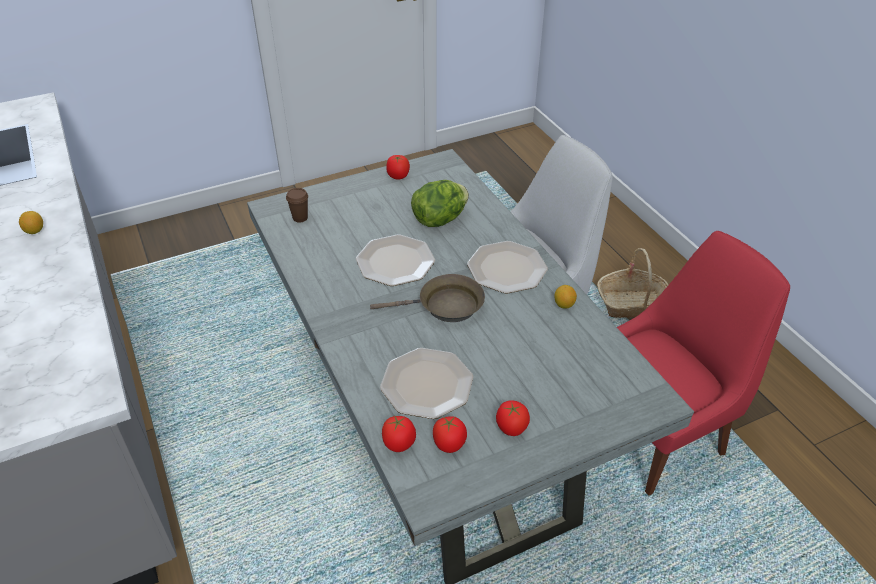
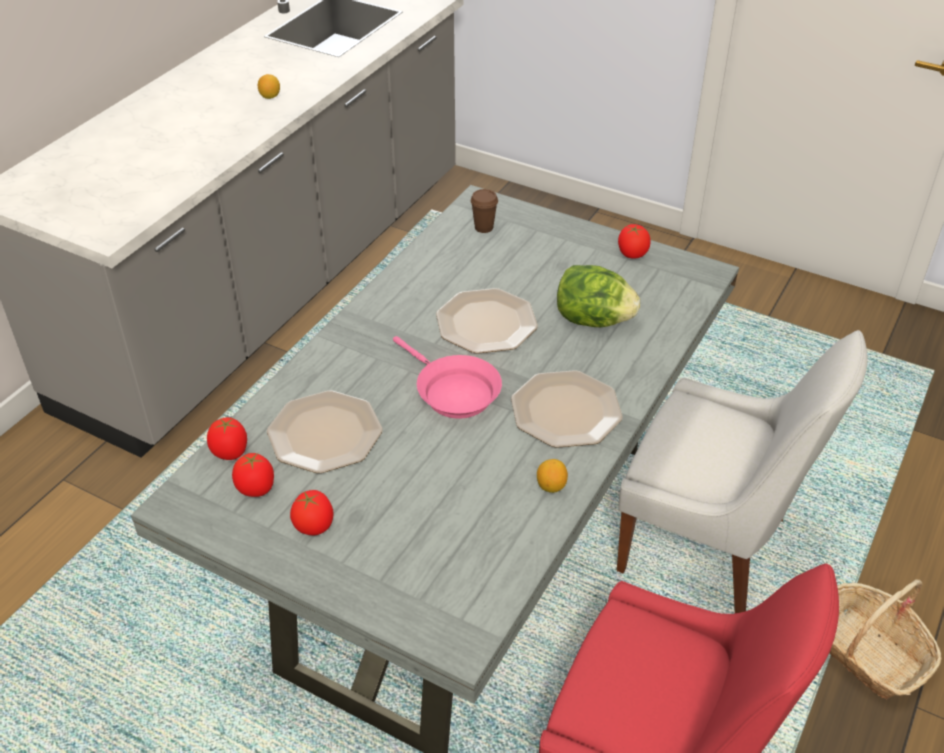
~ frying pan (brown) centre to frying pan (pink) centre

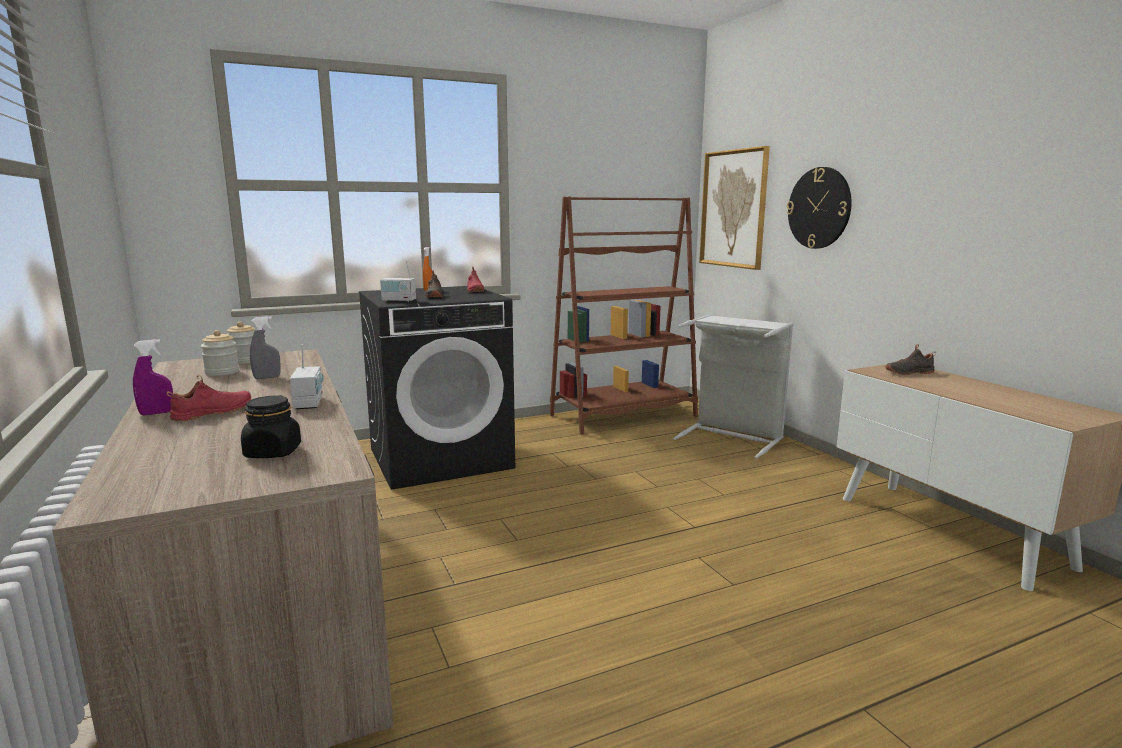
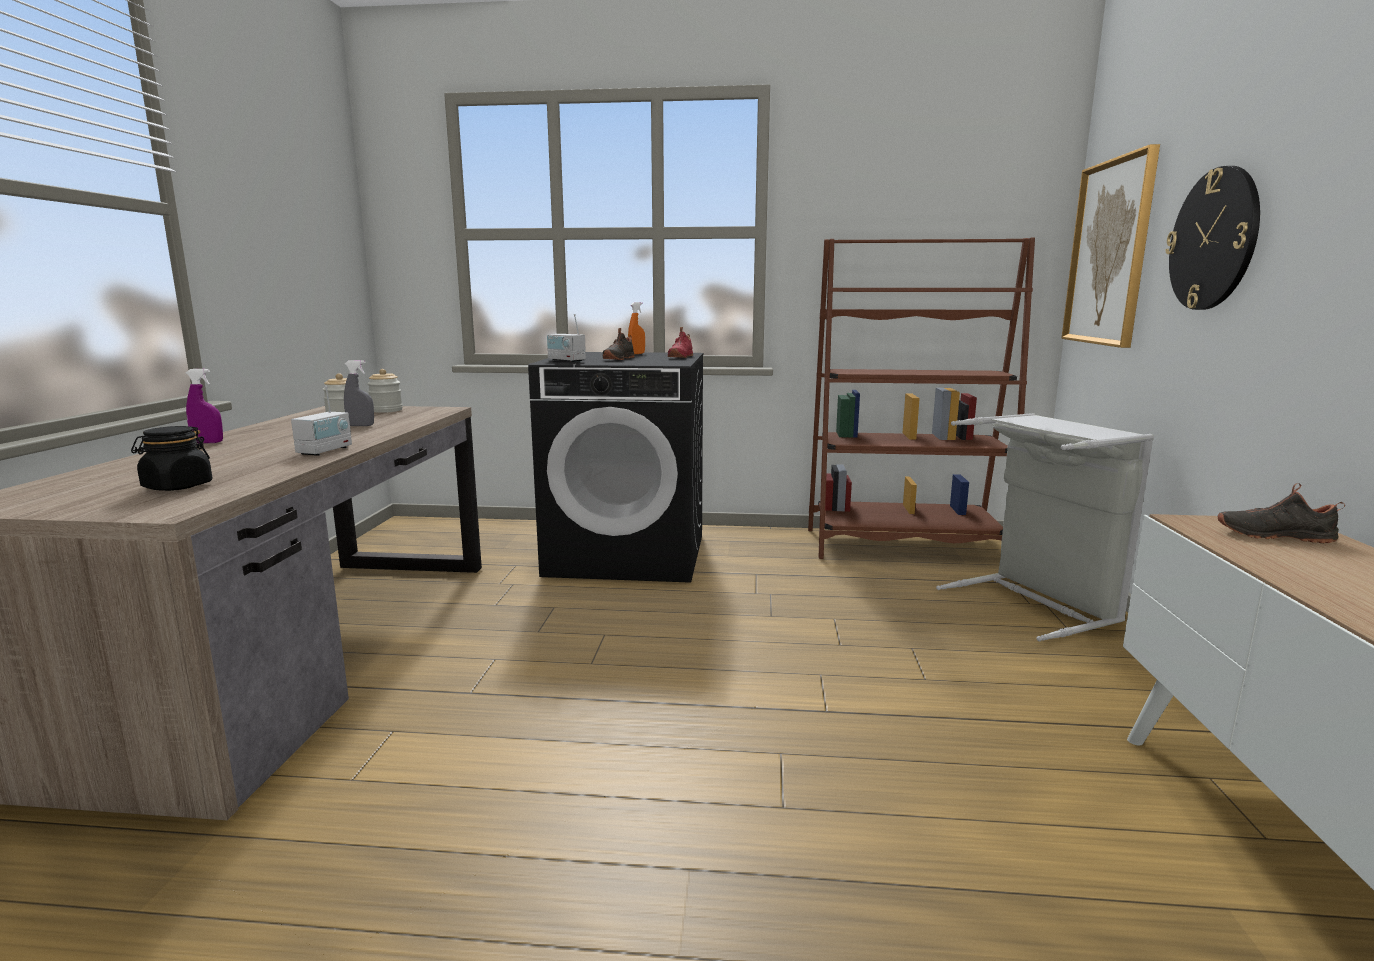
- shoe (red) (no. 1 from left) middle left

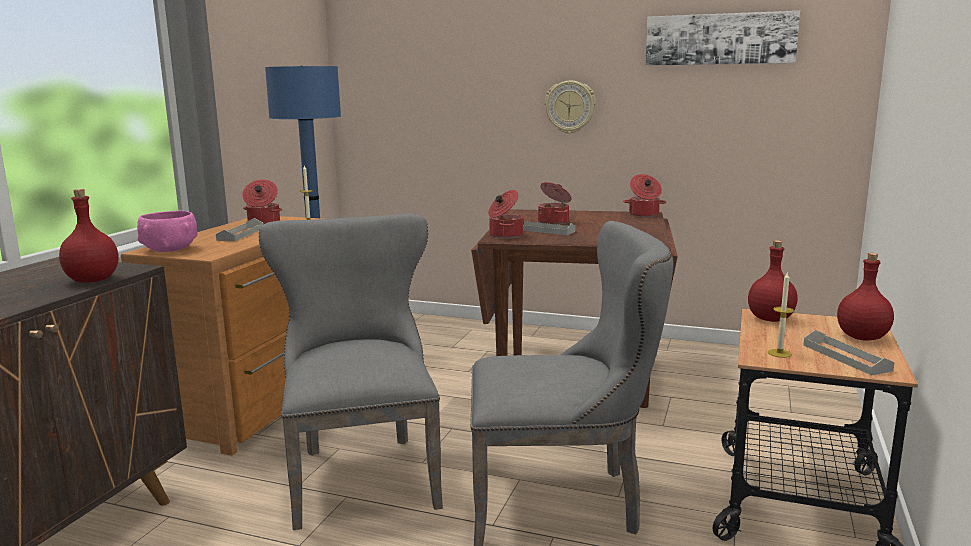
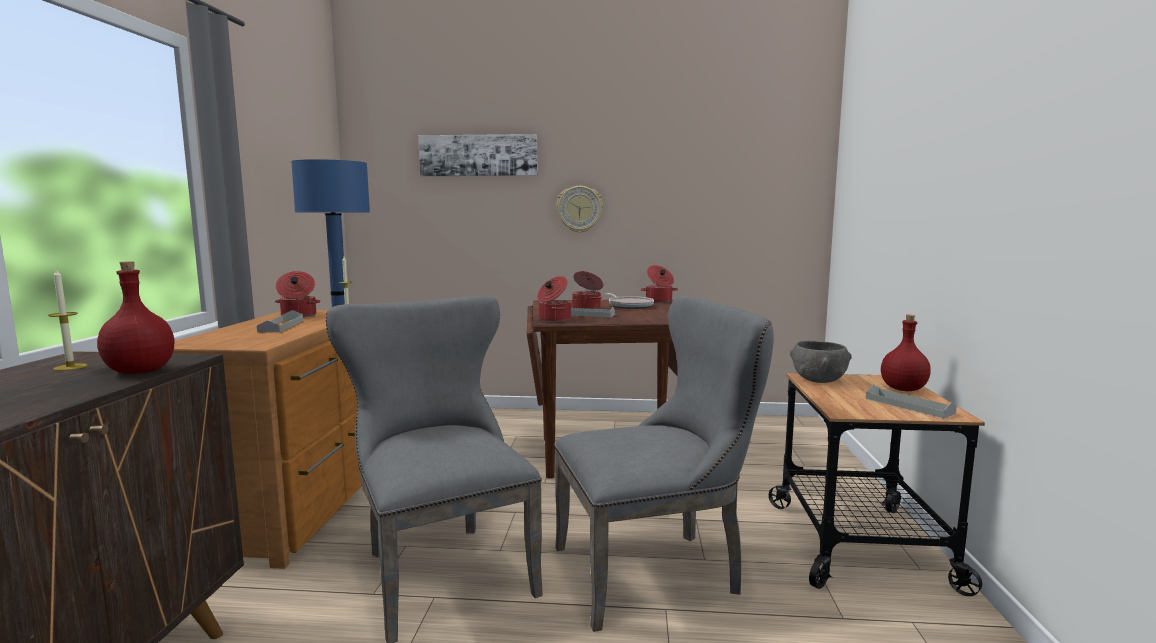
~ candle (no. 2 from left in the first image) middle right to candle (no. 1 from left) middle left
~ picture top right to top centre
+ frying pan centre
~ bottle (red) (no. 2 from left) middle right to bowl (grey) middle right
- bowl (pink) middle left

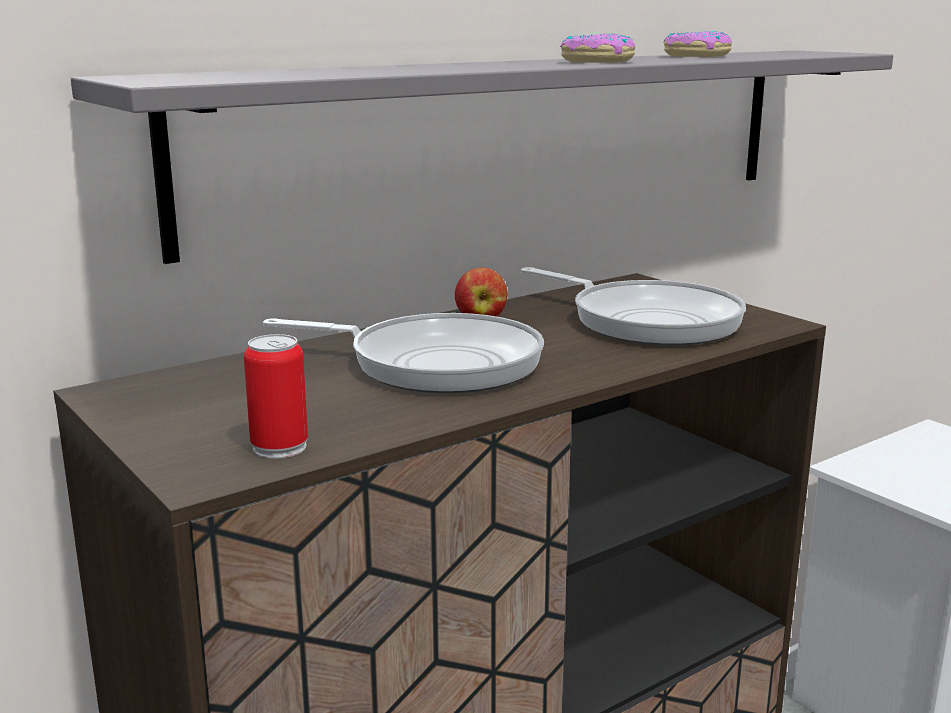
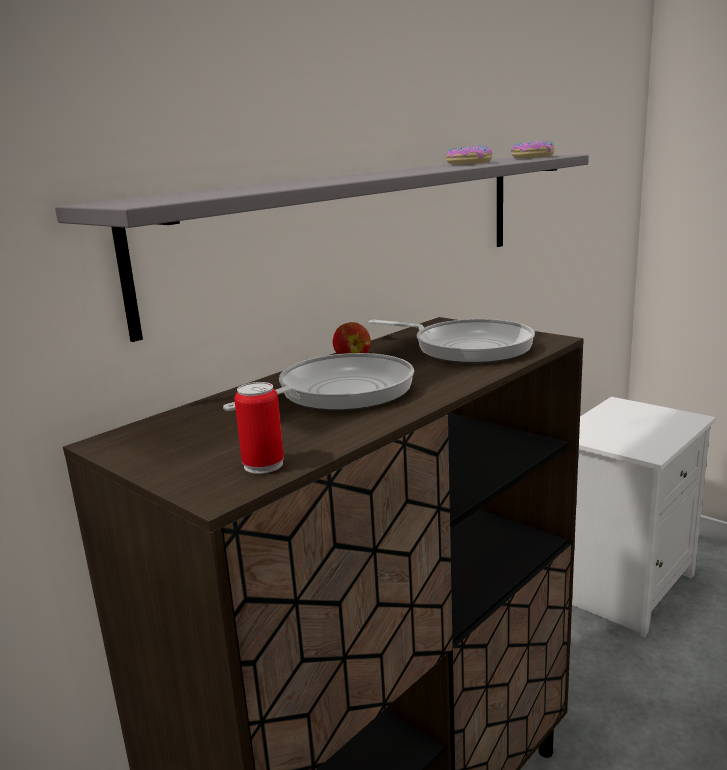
~ frying pan (no. 1 from left) centre = centre 45 degrees counterclockwise
~ donut (no. 1 from left in the first image) top centre to donut (no. 2 from left) top right

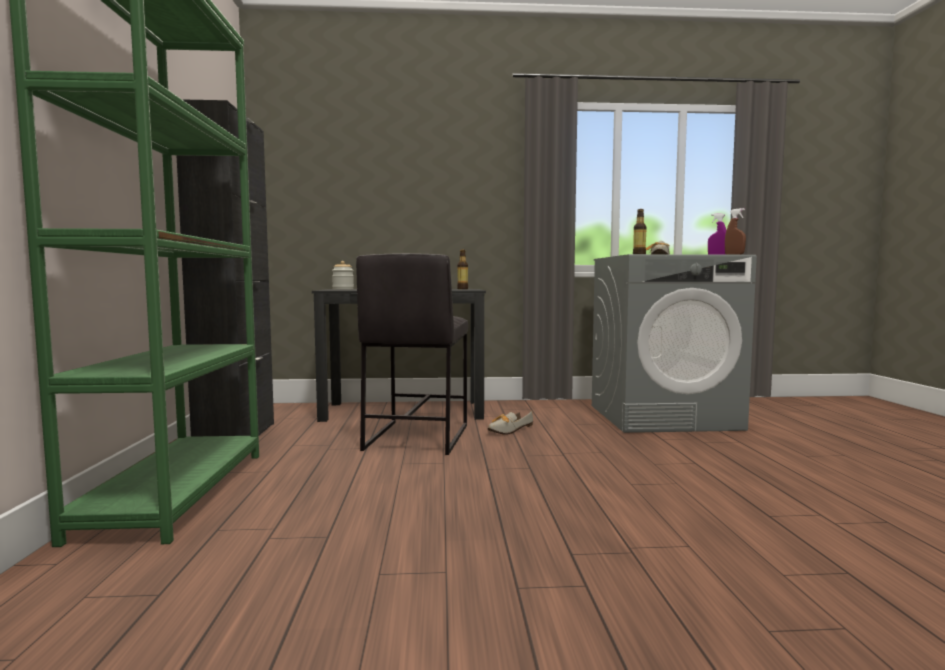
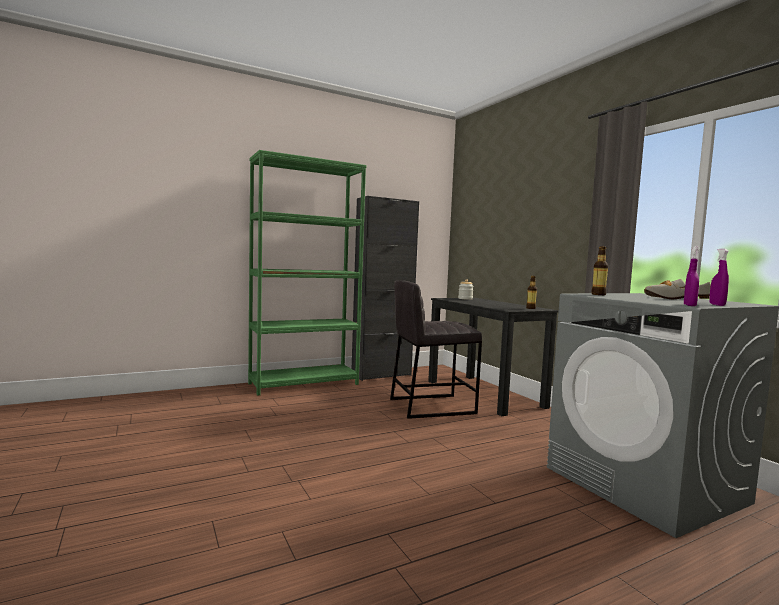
~ spray bottle (brown) middle right to spray bottle (purple) (no. 1 from left) middle right
- shoe (no. 1 from left) centre

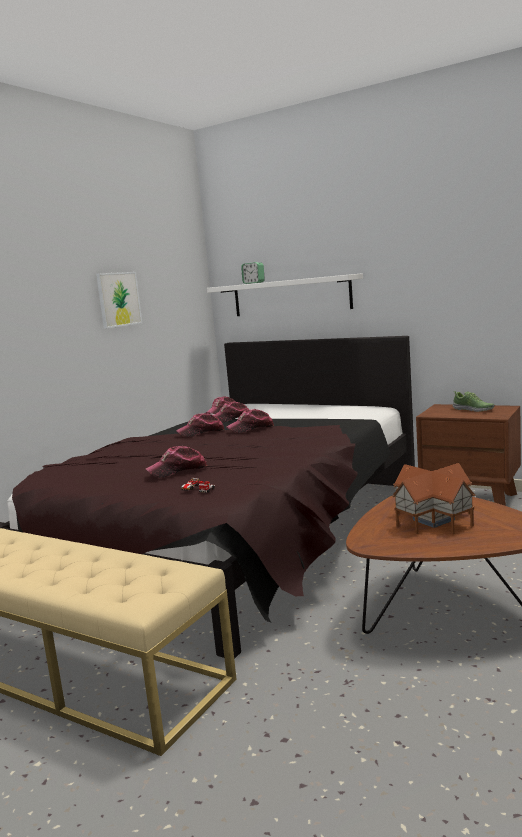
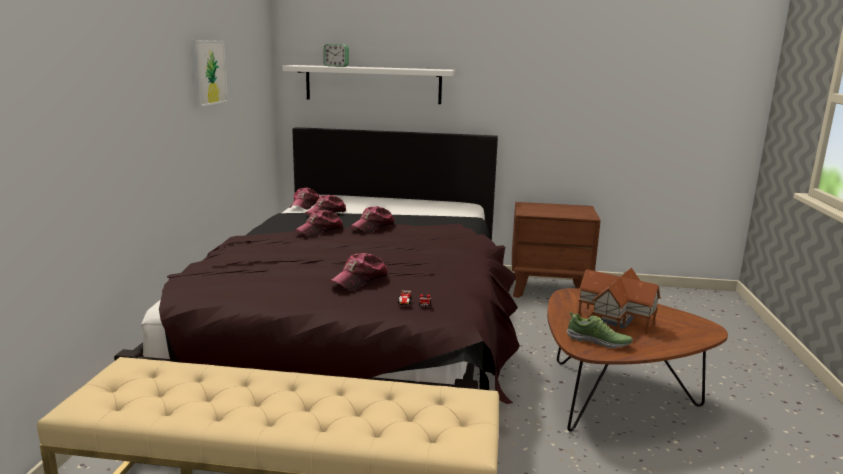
~ shoe middle right to bottom right

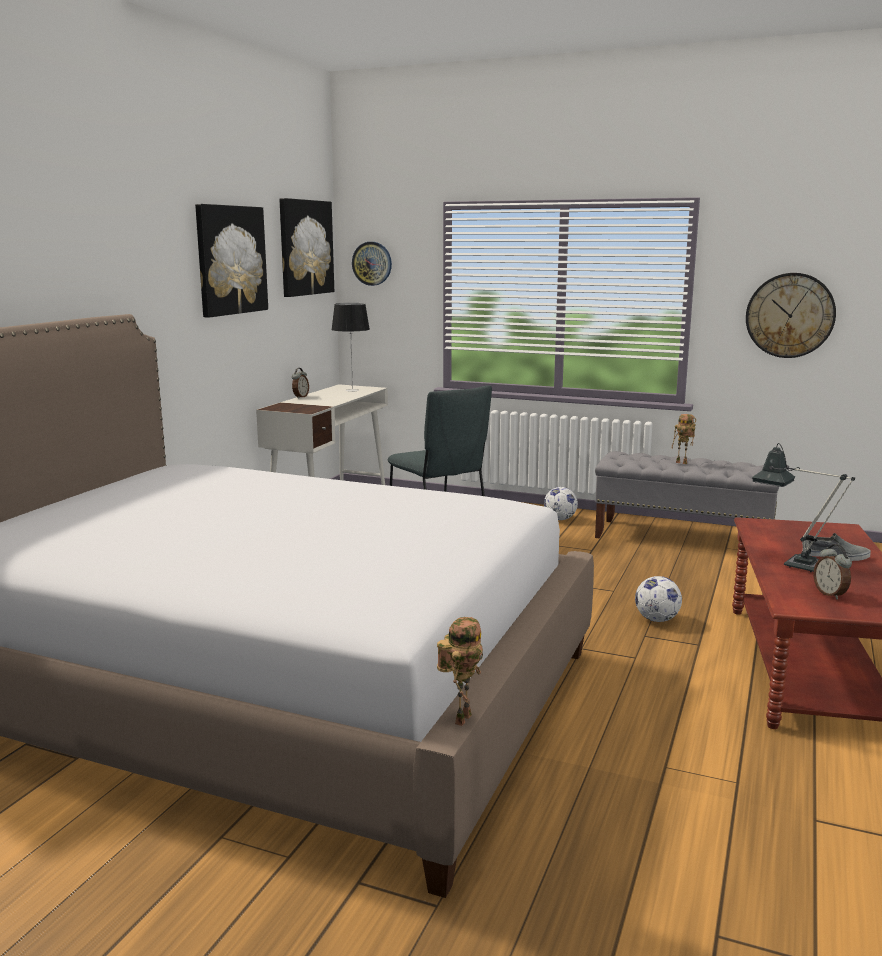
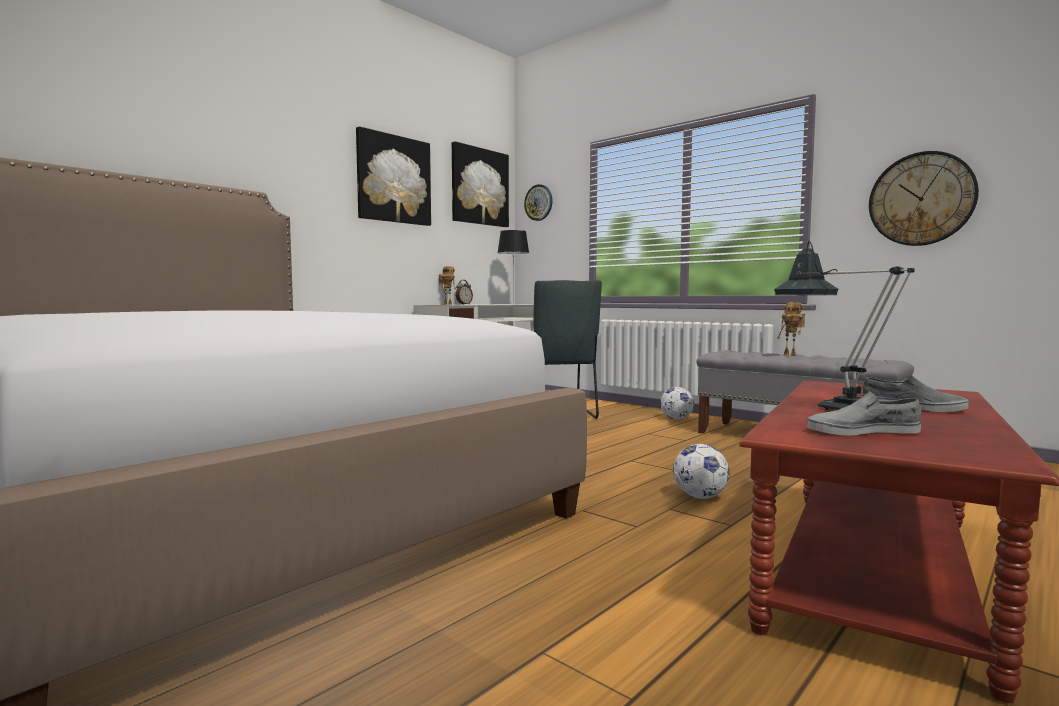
~ toy robot (no. 1 from left) bottom centre to centre
~ alarm clock (no. 2 from left) middle right to shoe (grey) (no. 1 from left) middle right

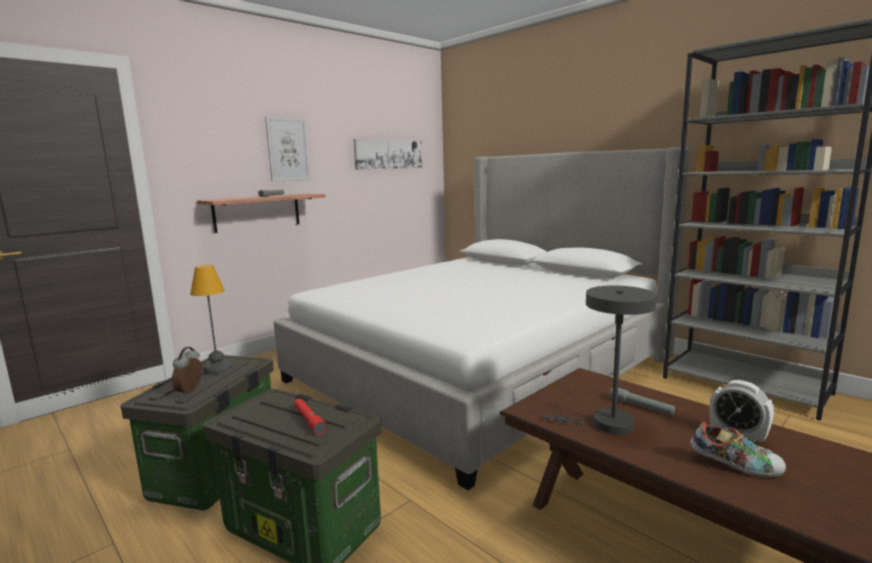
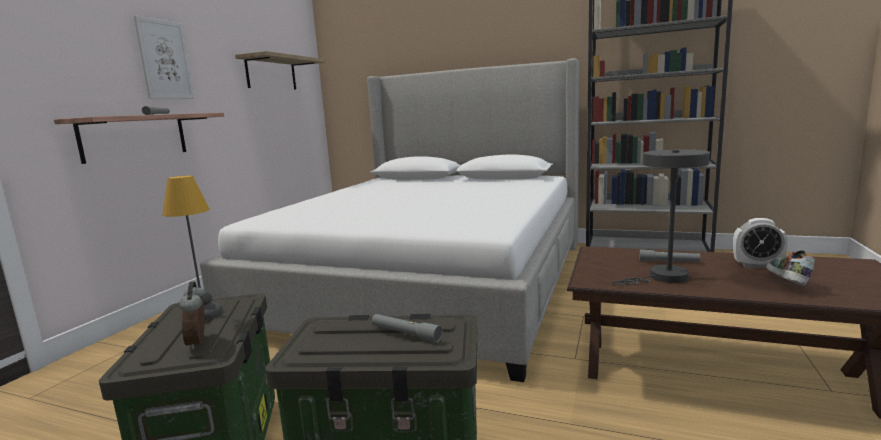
~ picture (no. 2 from left) top centre to shelf (no. 2 from left) top left
~ flashlight (red) bottom centre to flashlight (grey) (no. 2 from left) bottom centre
~ shoe bottom right = middle right 75 degrees counterclockwise

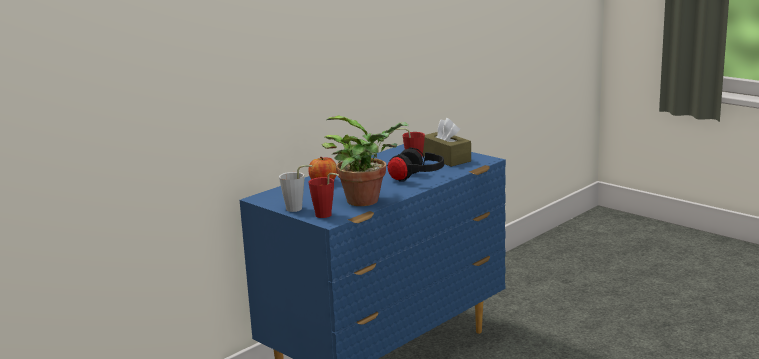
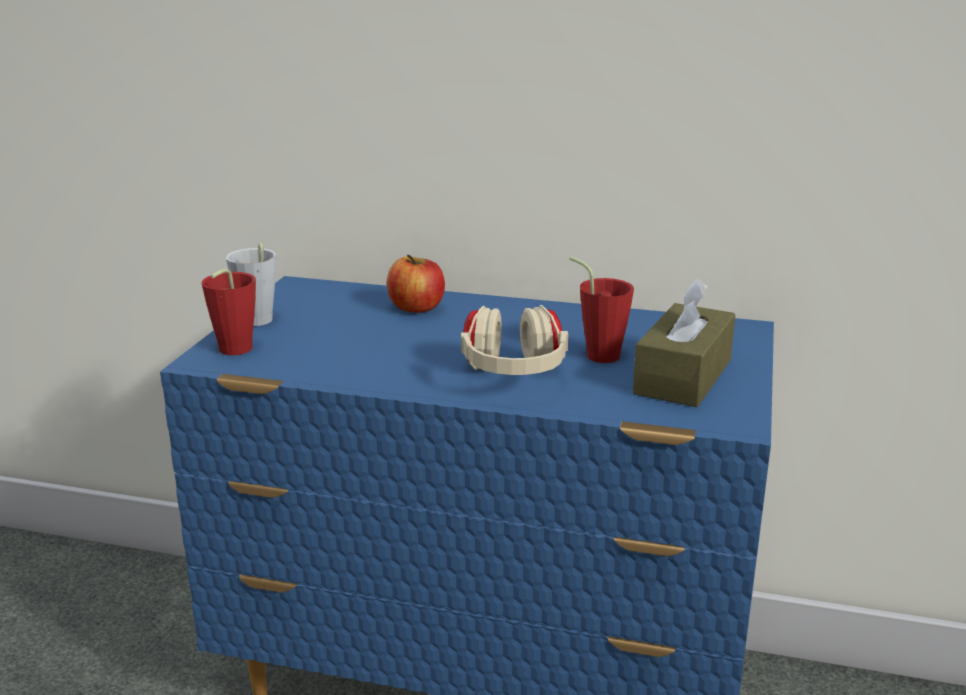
~ headphones (black) centre to headphones (beige) centre
- potted plant centre

